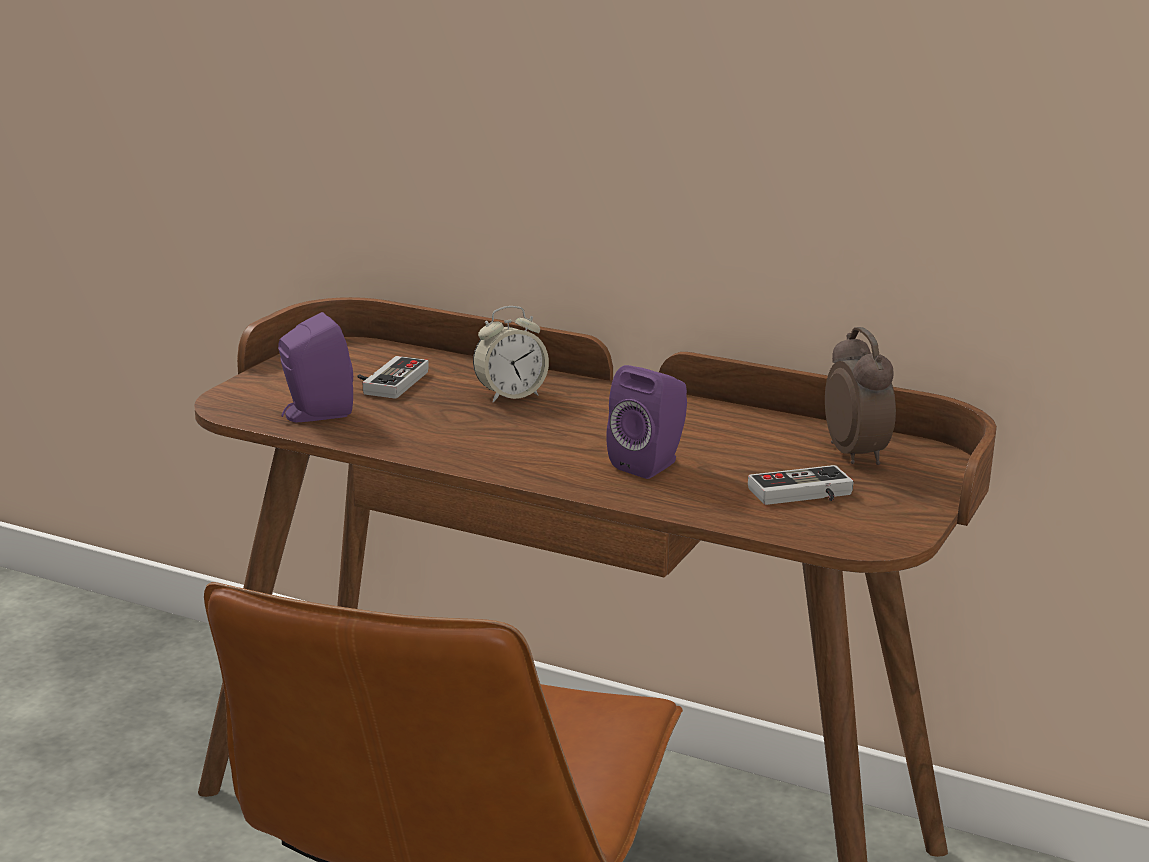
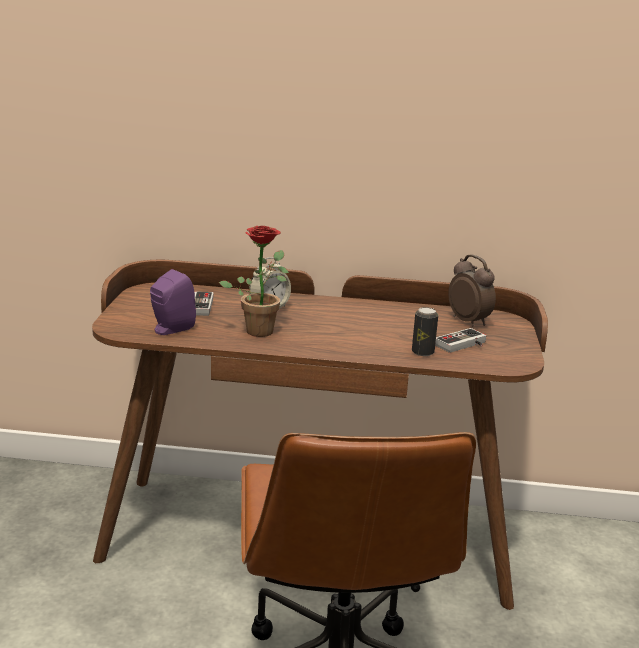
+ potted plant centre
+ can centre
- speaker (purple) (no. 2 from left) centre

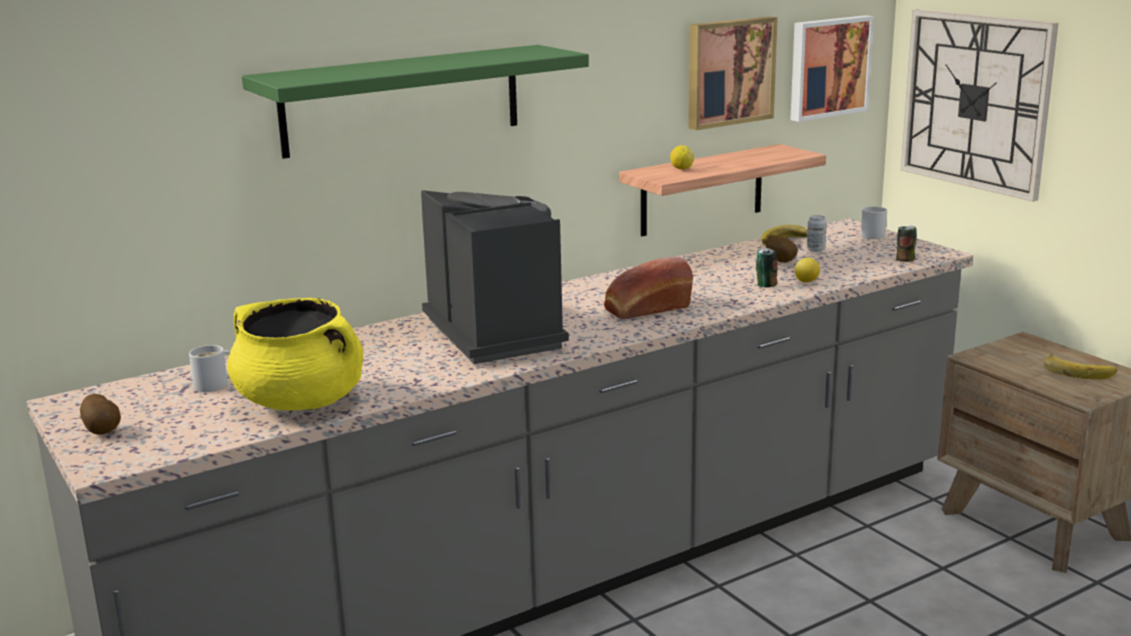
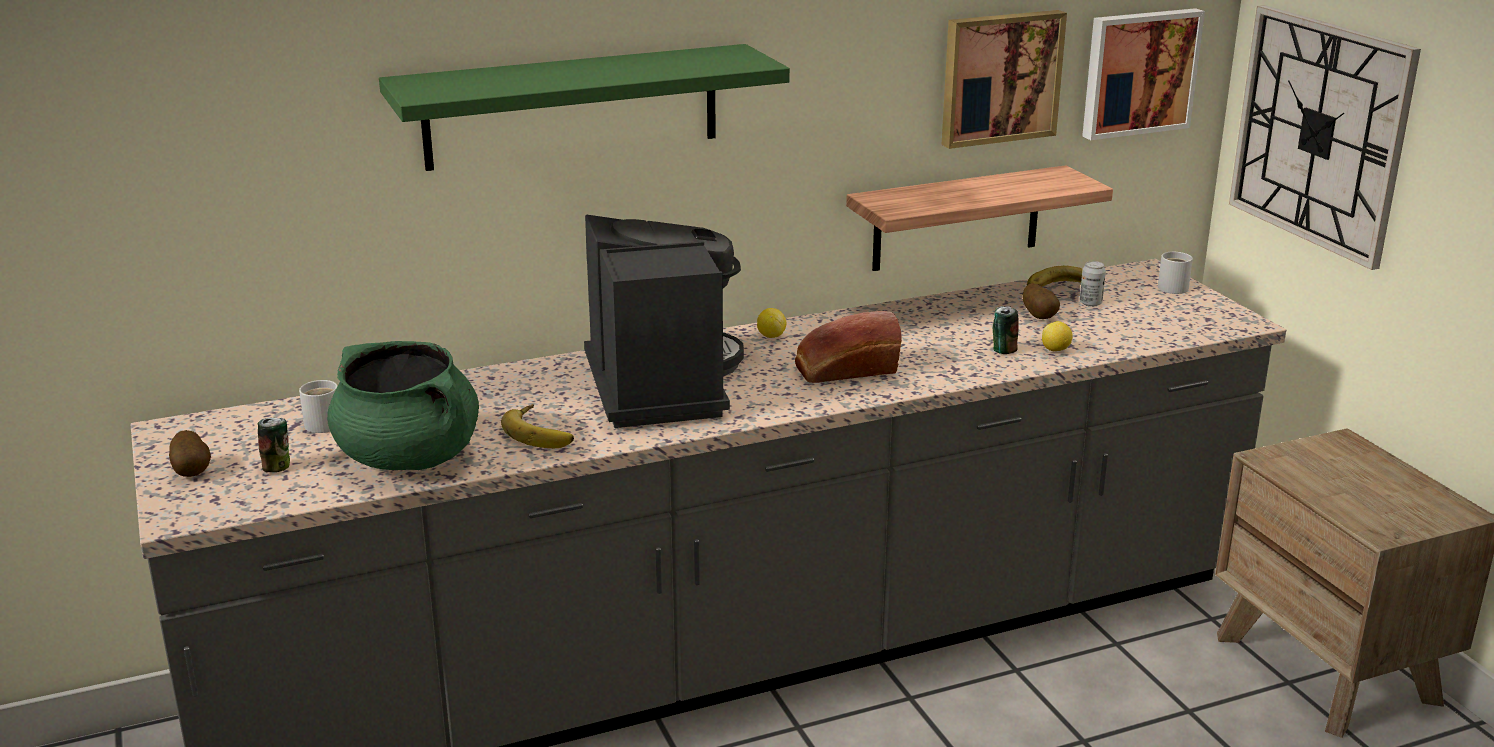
~ can (no. 3 from left in the first image) middle right to can (no. 1 from left) middle left
~ cooking pot (yellow) middle left to cooking pot (green) middle left
~ banana (no. 2 from left in the first image) middle right to banana (no. 1 from left) centre
~ lemon (no. 1 from left) top centre to centre

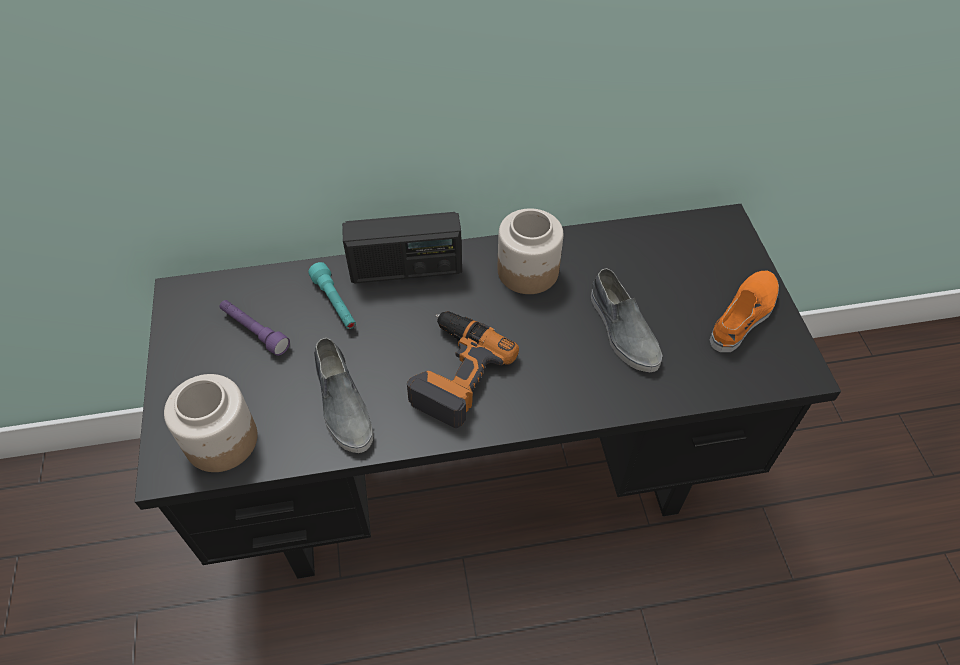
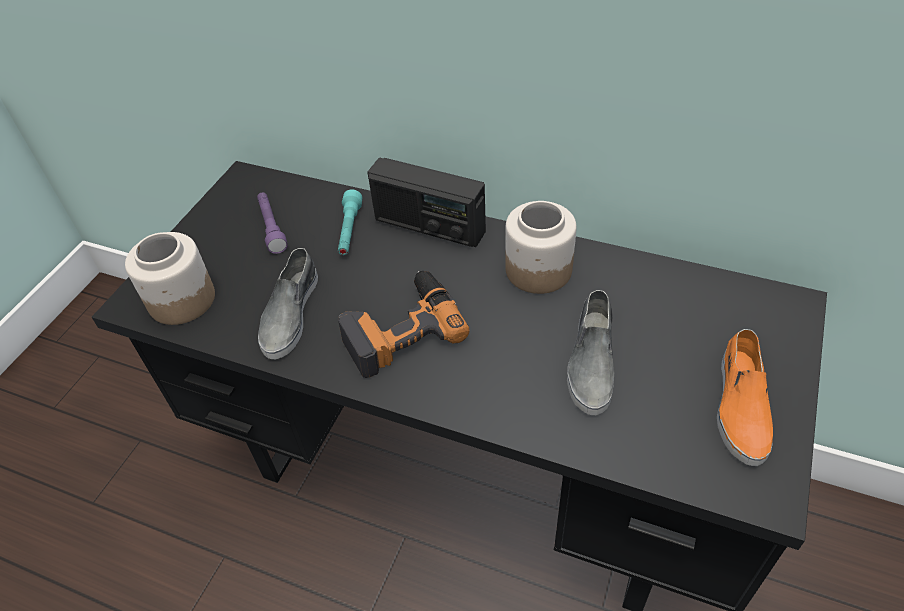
~ shoe (orange) middle right = middle right 120 degrees clockwise

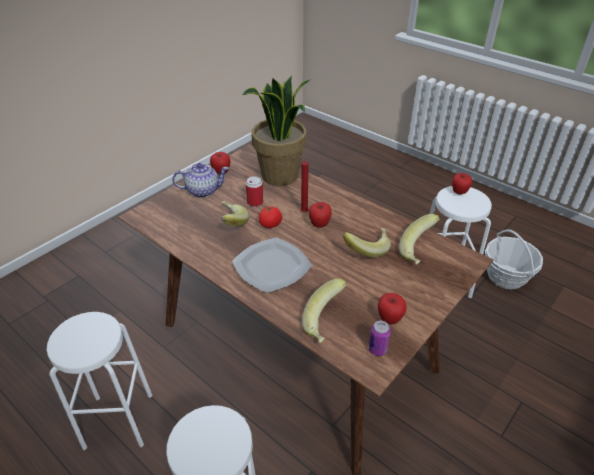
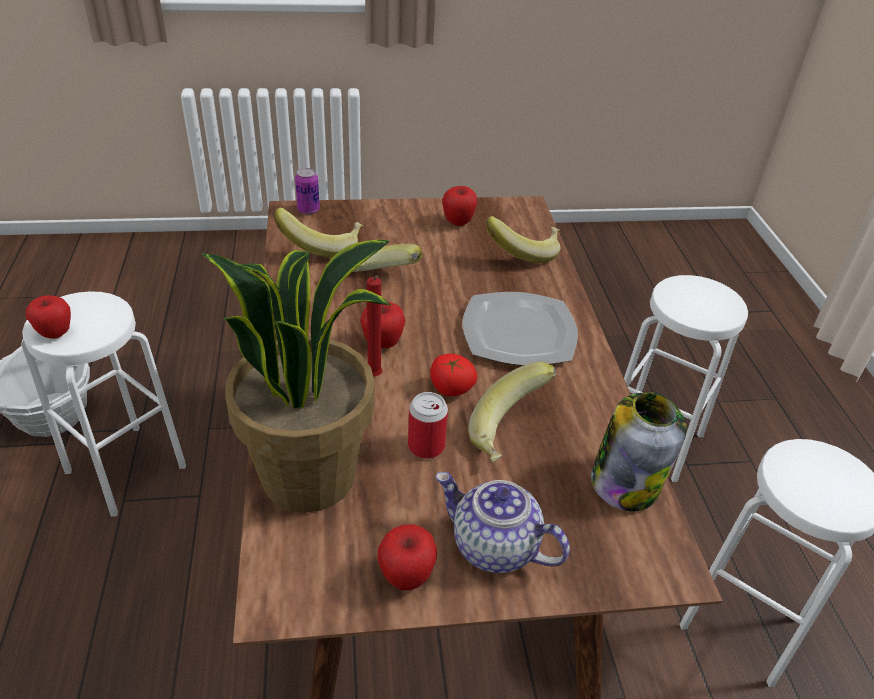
~ can (no. 2 from left in the first image) bottom centre to can (no. 1 from left) top centre
+ jar middle right

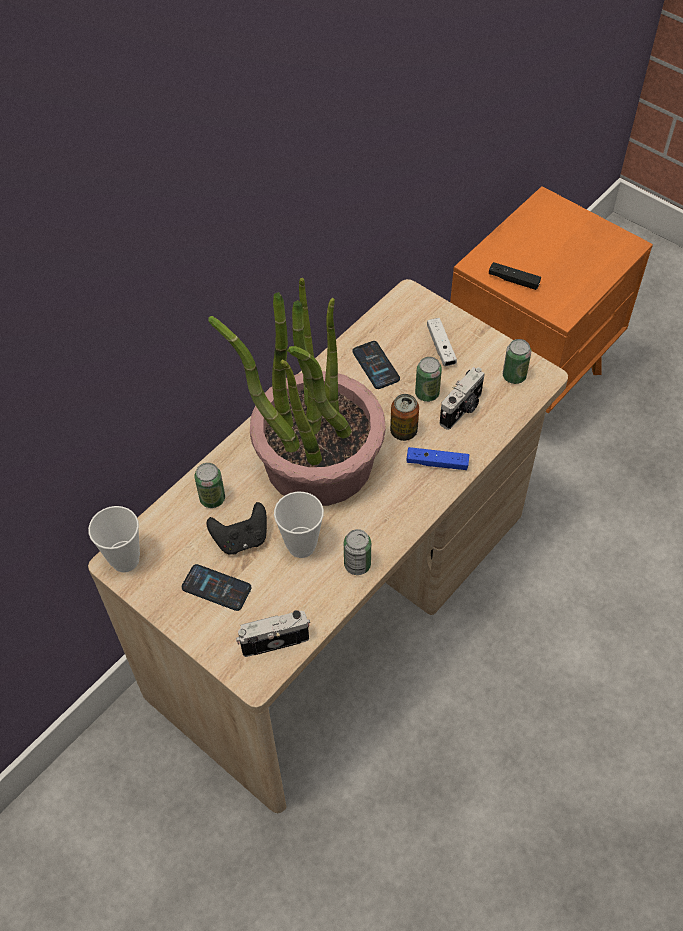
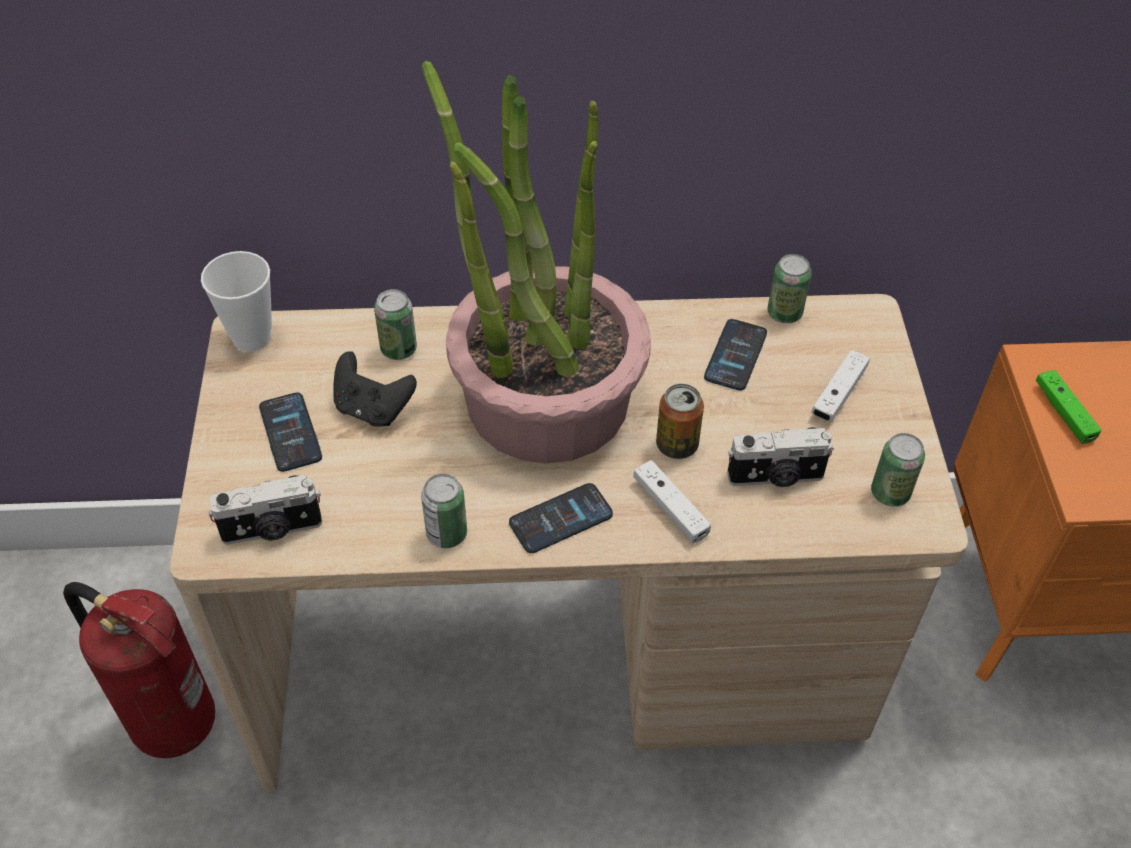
+ fire extinguisher bottom left
~ photo camera (no. 1 from left) bottom centre = middle left 135 degrees clockwise
+ phone (no. 2 from left) centre
~ game controller (blue) centre to game controller (white) (no. 1 from left) centre
~ can (no. 4 from left) centre to middle right
~ game controller (black) (no. 2 from left) top right to game controller (green) middle right
- cup (no. 2 from left) centre

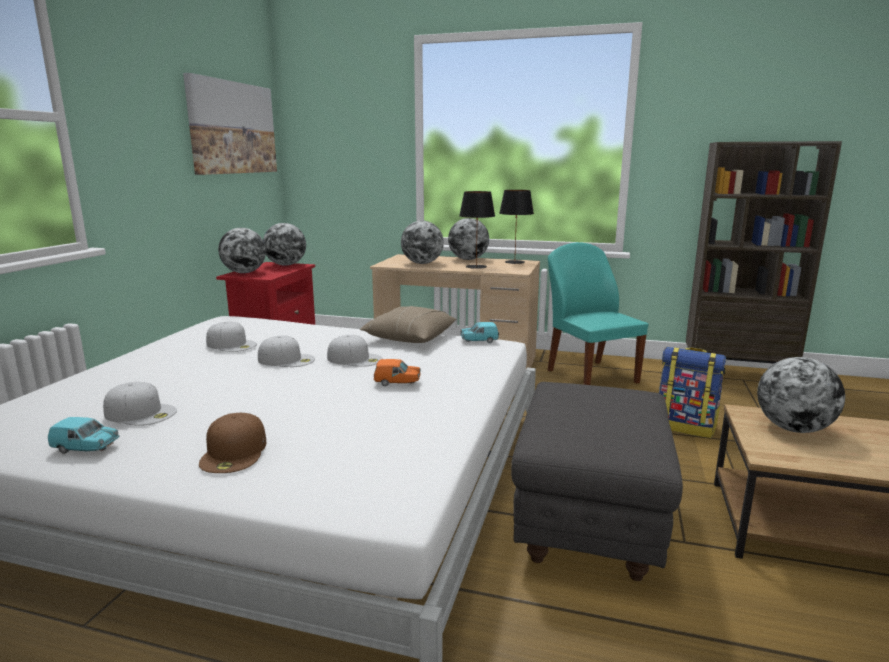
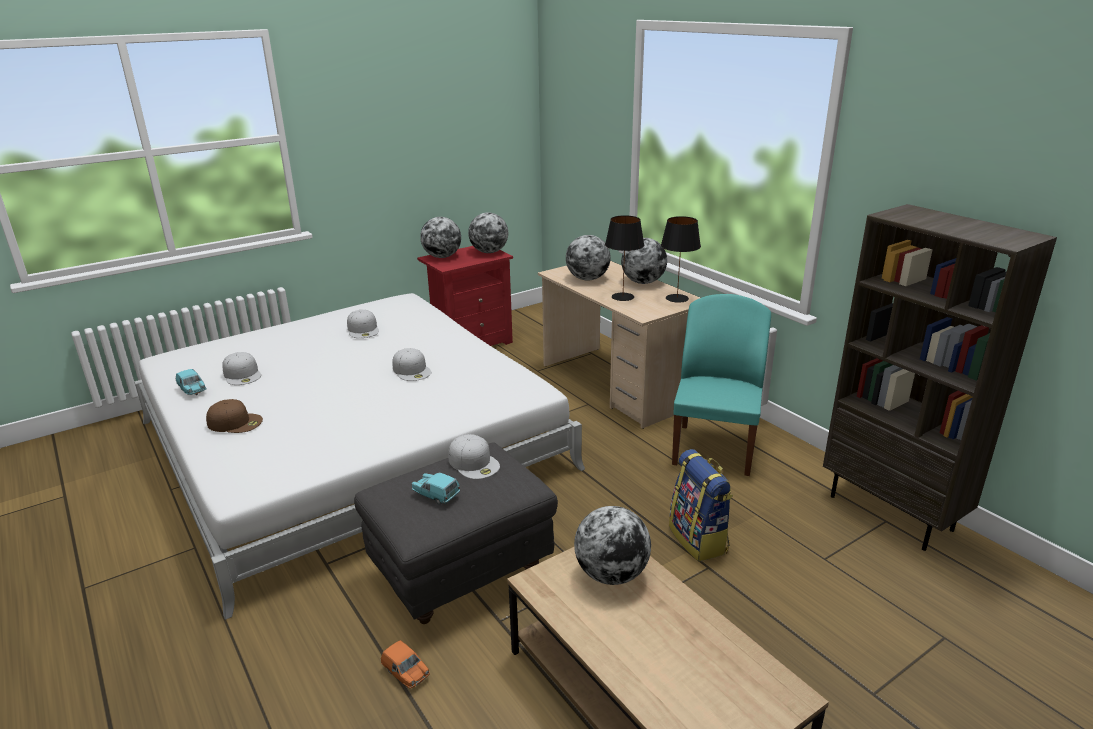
~ cap (brown) bottom left = middle left 120 degrees counterclockwise
~ toy car (orange) centre to bottom centre
~ toy car (turquoise) (no. 2 from left) centre to bottom centre
~ cap (white) (no. 3 from left in the first image) middle left to cap (white) (no. 4 from left) centre
- picture top left
- pillow (beige) centre

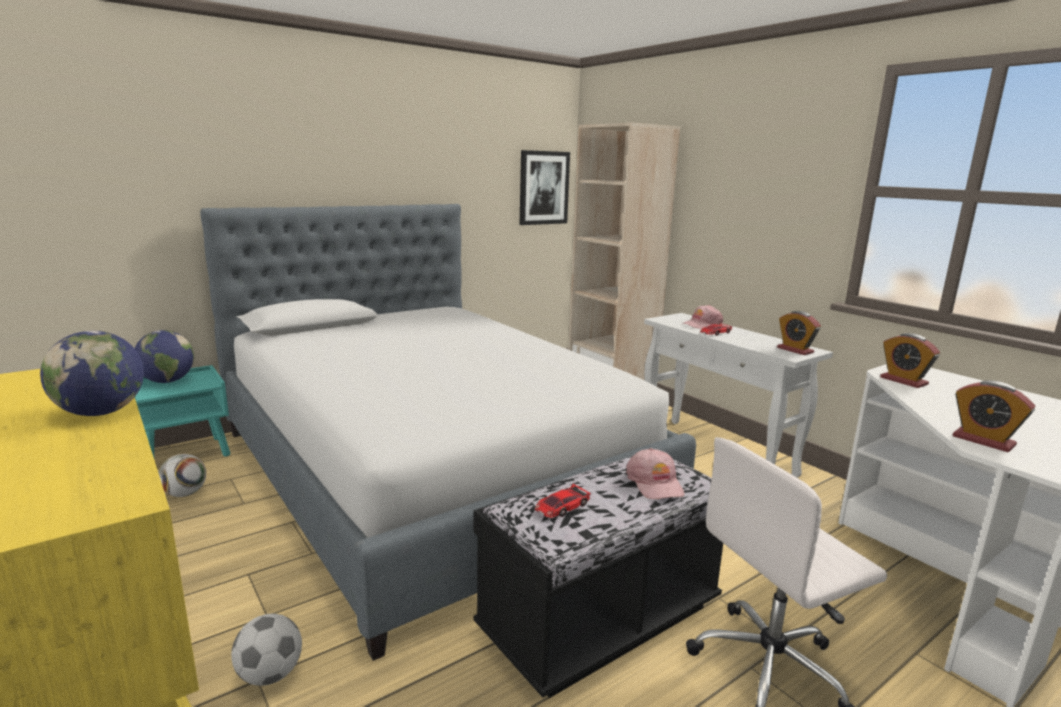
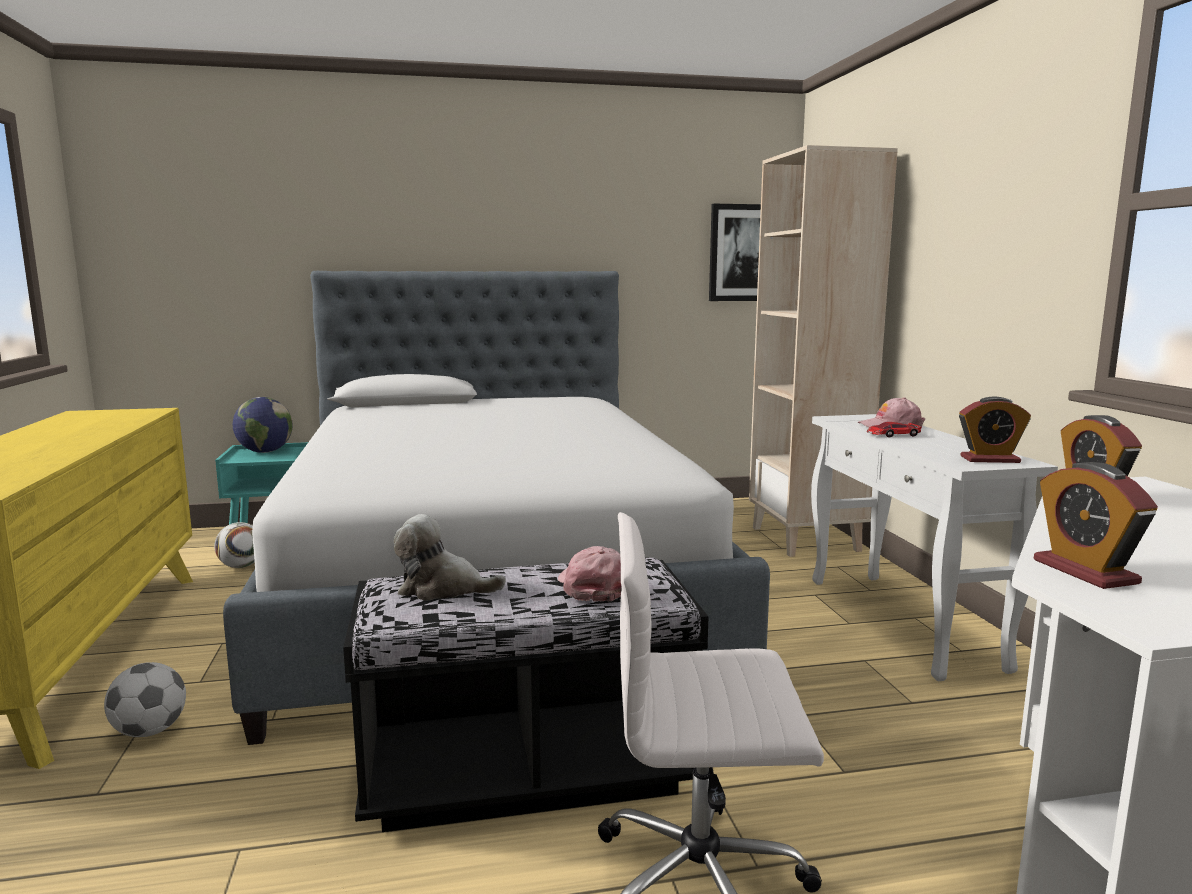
~ toy car (no. 1 from left) bottom centre to plush toy centre
~ cap (pink) (no. 1 from left) bottom centre = centre 150 degrees clockwise
~ alarm clock (no. 1 from left) middle right = middle right 75 degrees counterclockwise
- globe (no. 1 from left) middle left

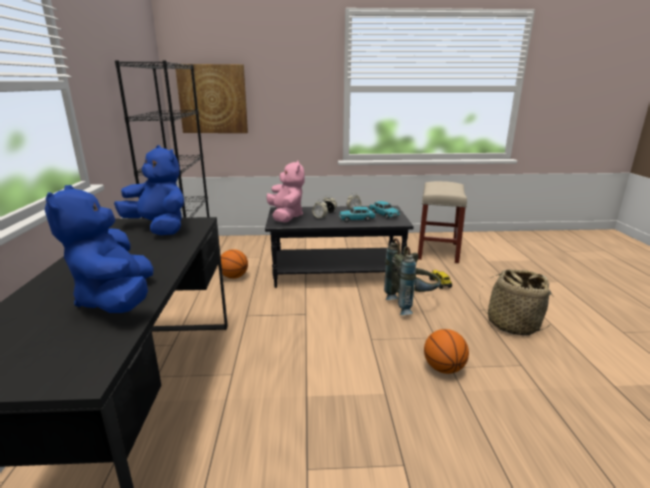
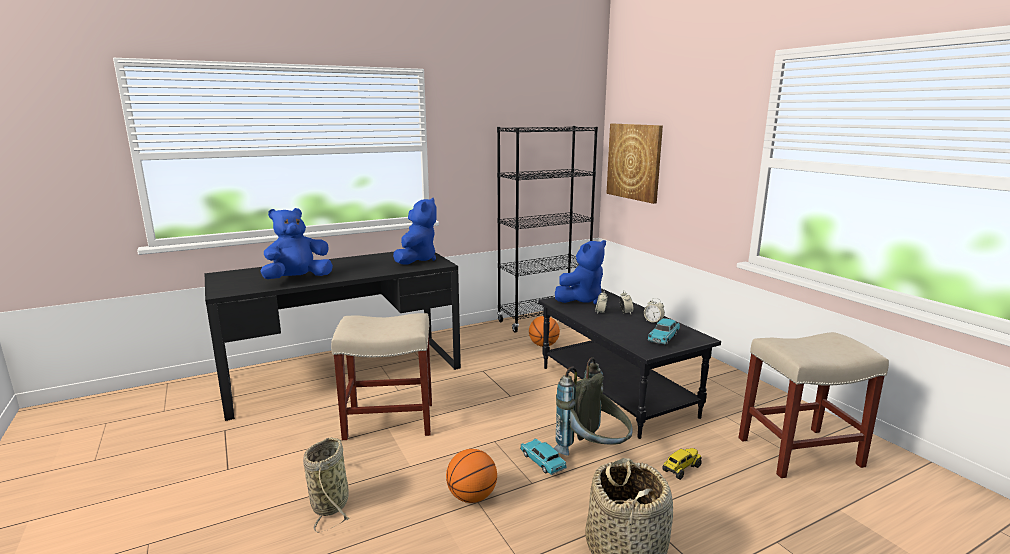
+ basket (no. 1 from left) bottom left
+ stool (beige) (no. 1 from left) bottom centre
~ toy car (turquoise) (no. 1 from left) centre to bottom centre
~ plush toy (pink) centre to plush toy (blue) (no. 3 from left) centre

